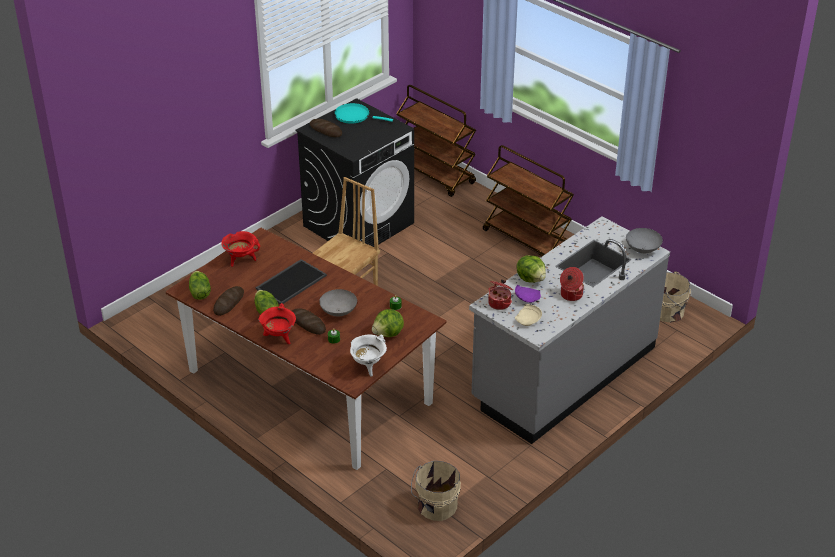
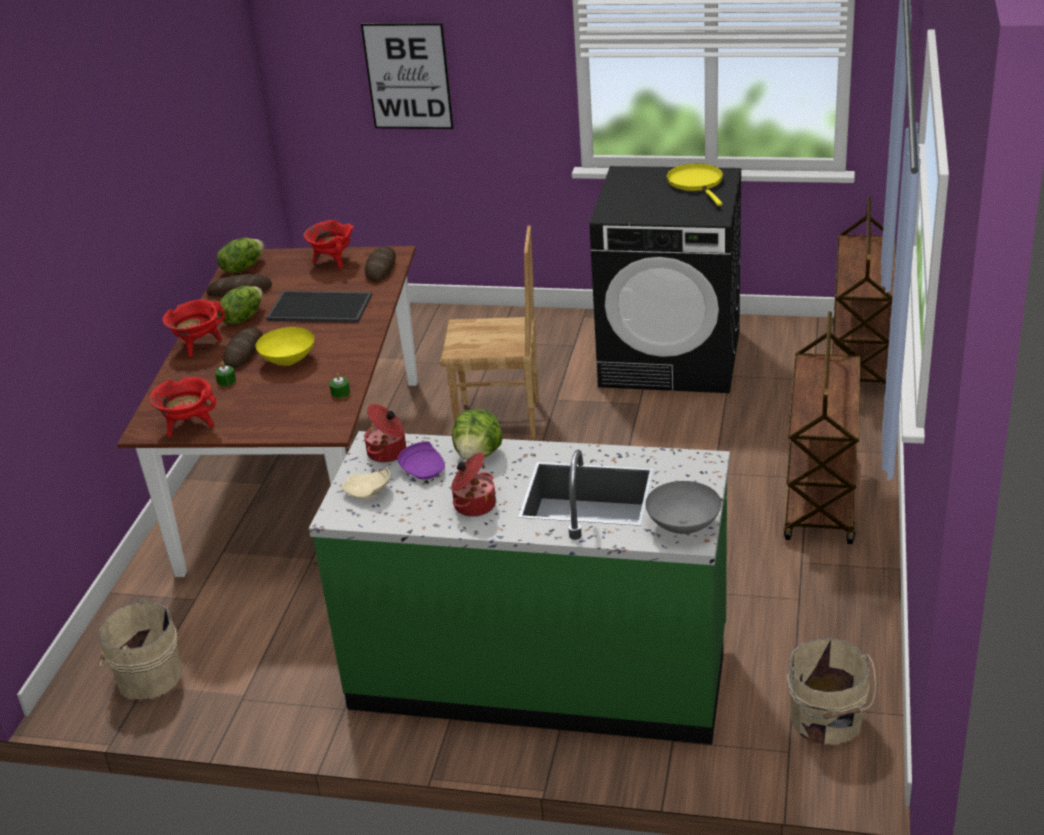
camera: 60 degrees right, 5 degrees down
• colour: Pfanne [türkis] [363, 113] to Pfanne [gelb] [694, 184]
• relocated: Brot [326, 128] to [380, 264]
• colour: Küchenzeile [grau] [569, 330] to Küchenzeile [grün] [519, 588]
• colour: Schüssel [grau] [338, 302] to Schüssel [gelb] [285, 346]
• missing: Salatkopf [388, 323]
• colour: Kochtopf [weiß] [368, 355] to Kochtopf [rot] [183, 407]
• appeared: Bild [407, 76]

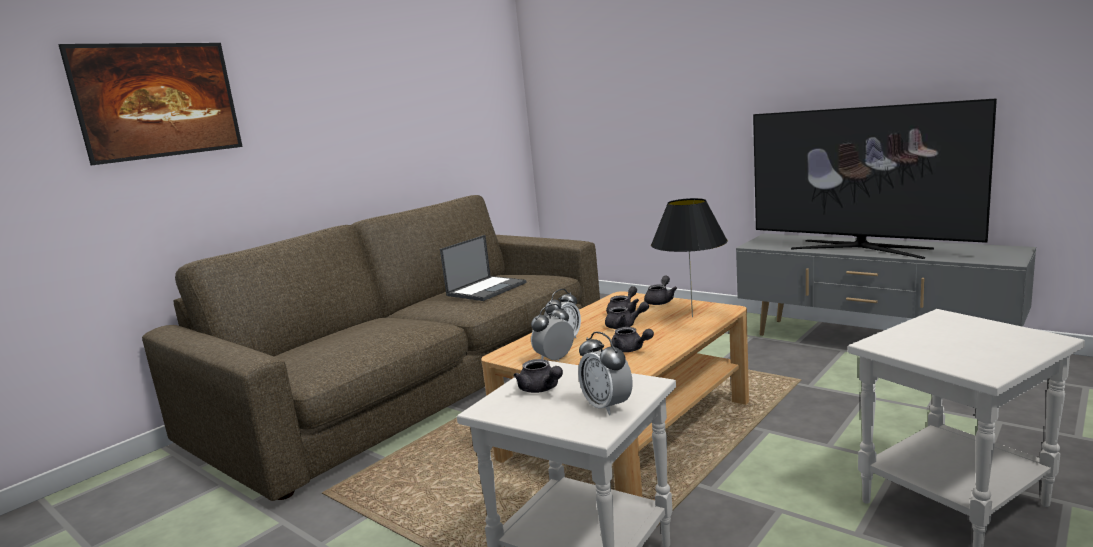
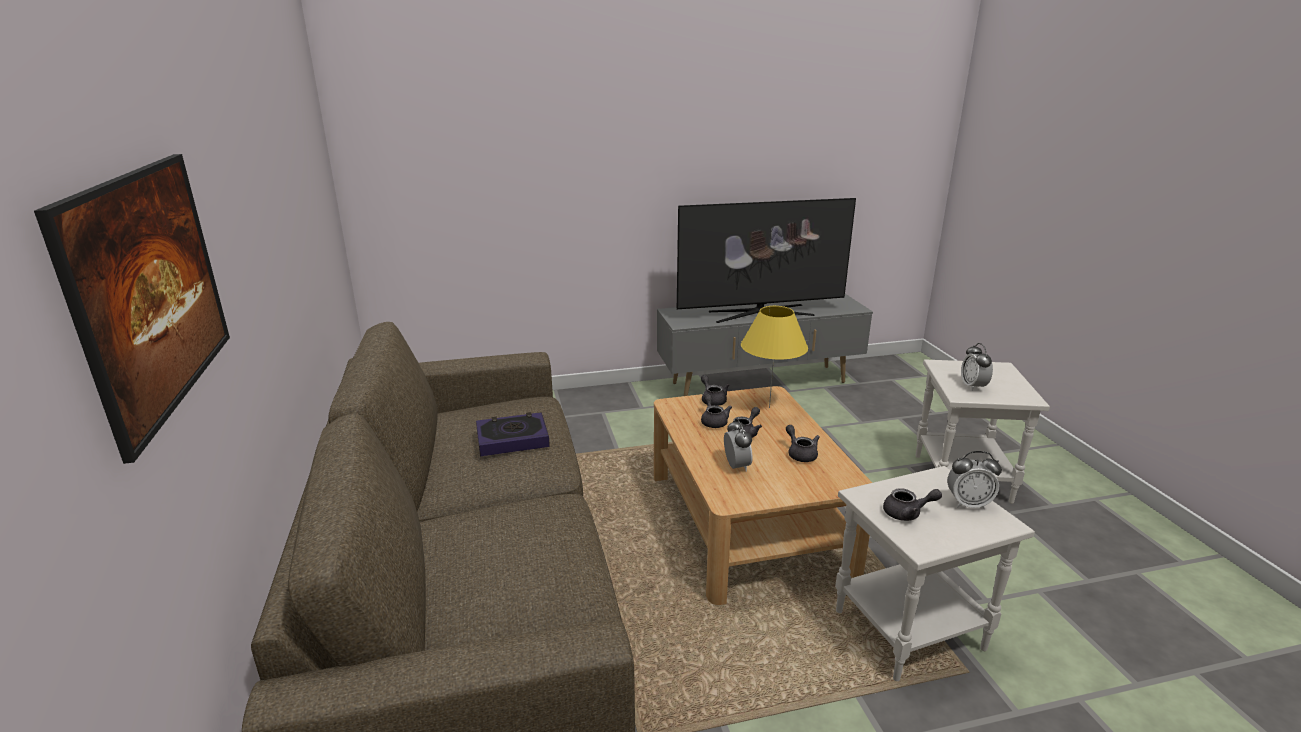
camera: 55 degrees left, 10 degrees up
• colour: Tischlampe [schwarz] [689, 257] to Tischlampe [gelb] [774, 357]
• exchanged: Laptop [483, 268] to Buch [513, 434]
• relocated: Wecker [552, 332] to [977, 367]
• spun: Teekanne [grau] [632, 339] = [802, 443] 105 degrees counterclockwise

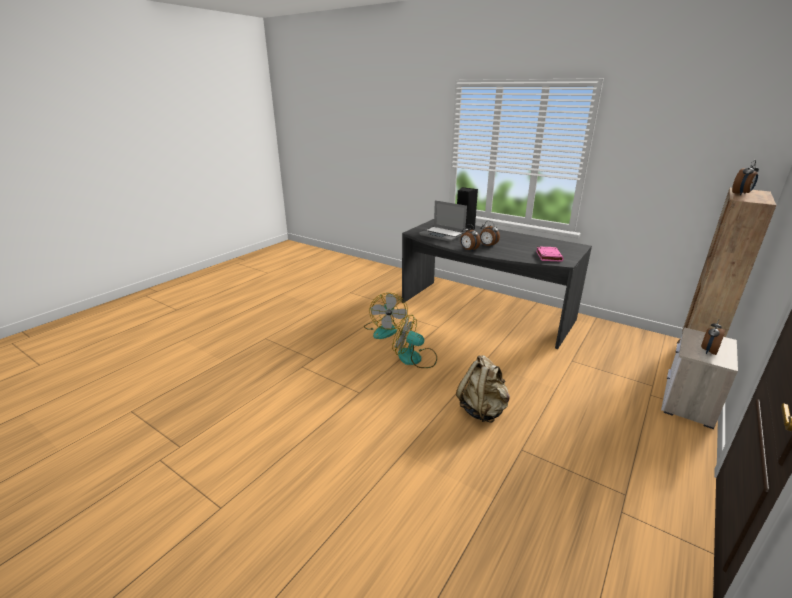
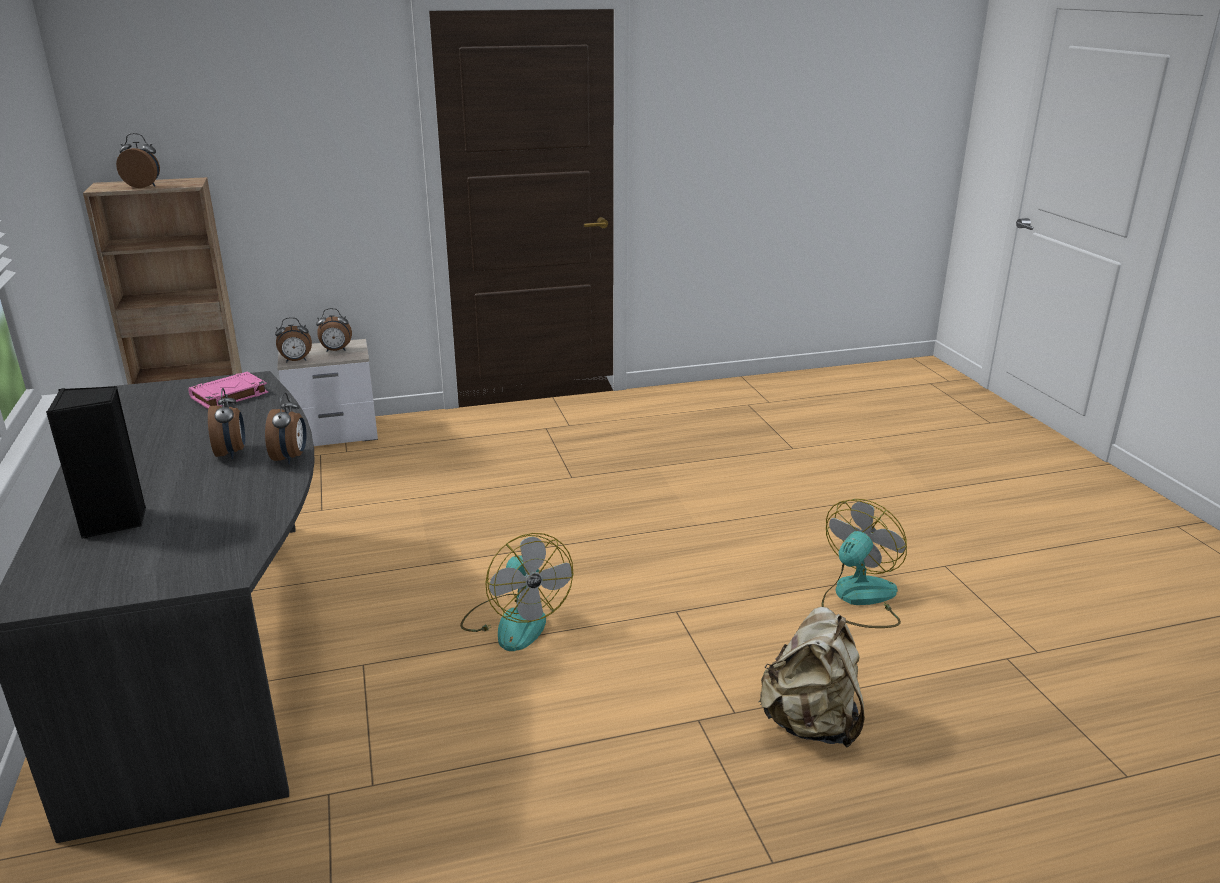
camera: 140 degrees left, 0 degrees up
• missing: Laptop [443, 221]
• relocated: Ventilator [386, 316] to [864, 563]
• relocated: Rucksack [beige] [483, 389] to [812, 677]
• appeared: Wecker [293, 340]

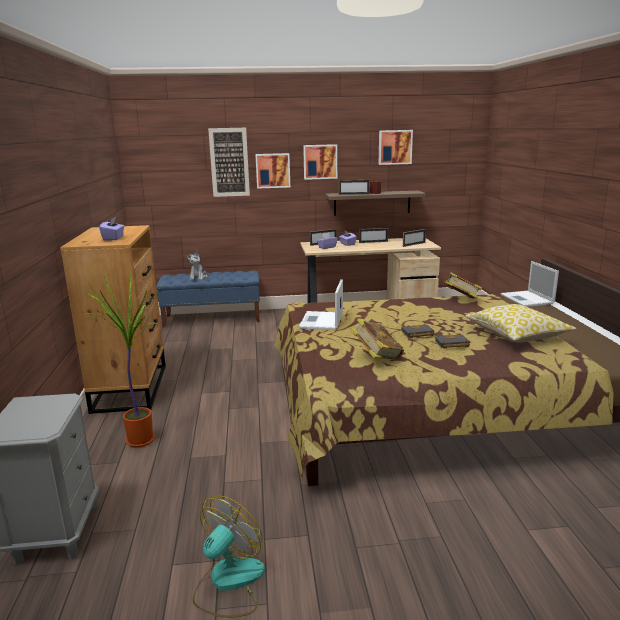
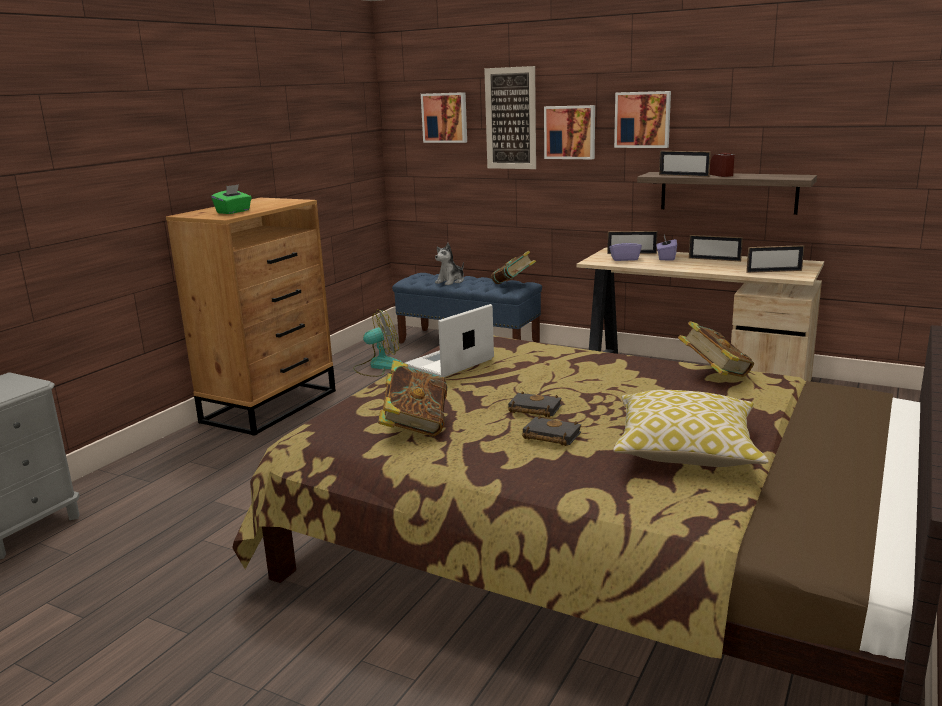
camera: 35 degrees right, 0 degrees up
• relocated: Bild [396, 147] to [444, 117]
• colour: Taschentuchbox [lila] [111, 229] to Taschentuchbox [grün] [231, 199]
• missing: Laptop [529, 284]
• missing: Topfpflanze [123, 361]
• relocated: Ventilator [229, 557] to [378, 343]
• appeared: Buch [513, 267]

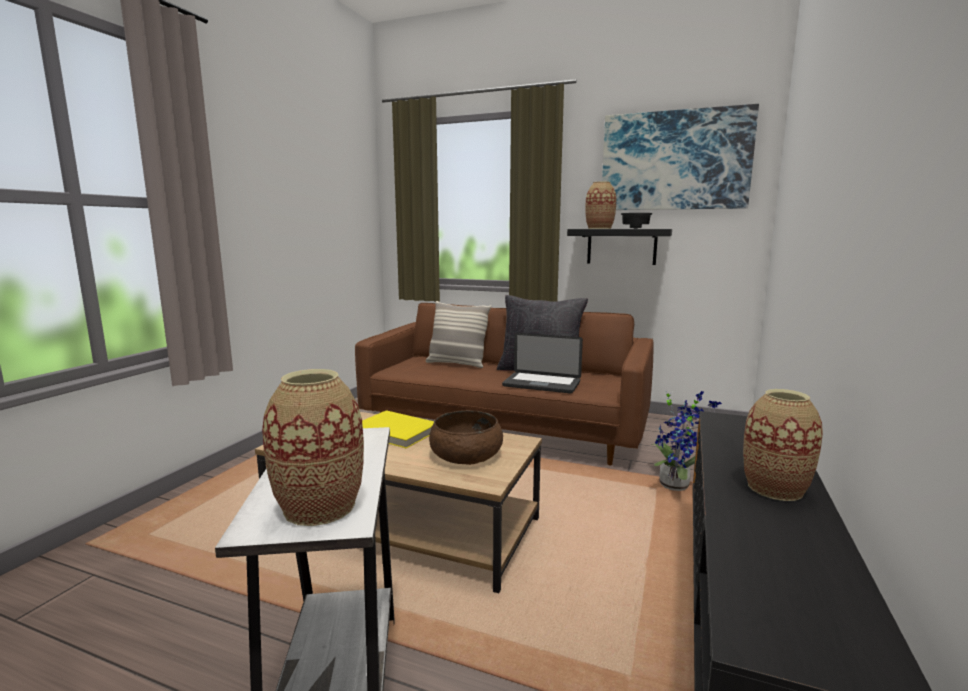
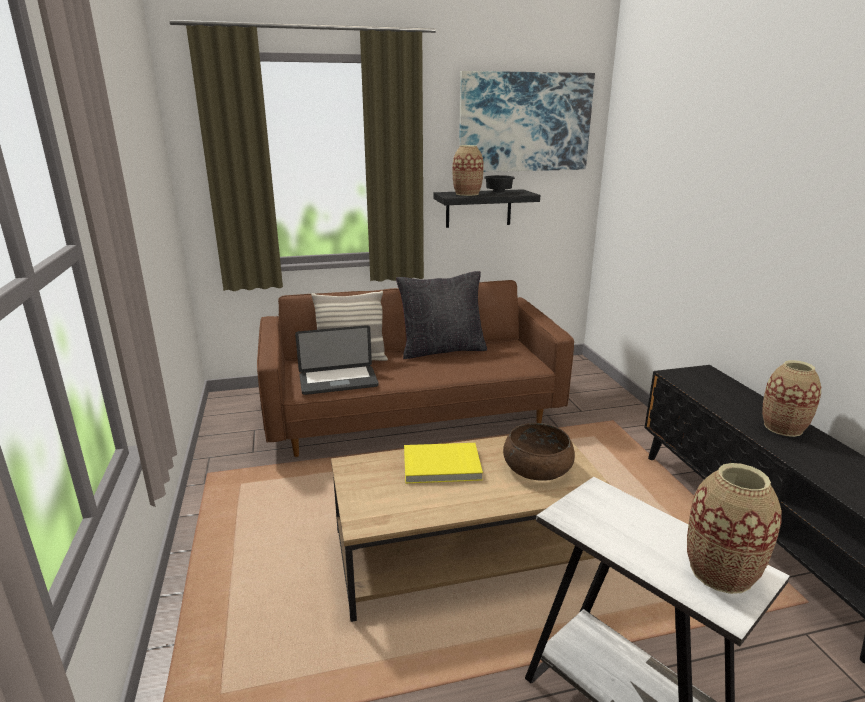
camera: 35 degrees left, 10 degrees up
• relocated: Laptop [542, 363] to [337, 360]
• missing: Topfpflanze [686, 441]

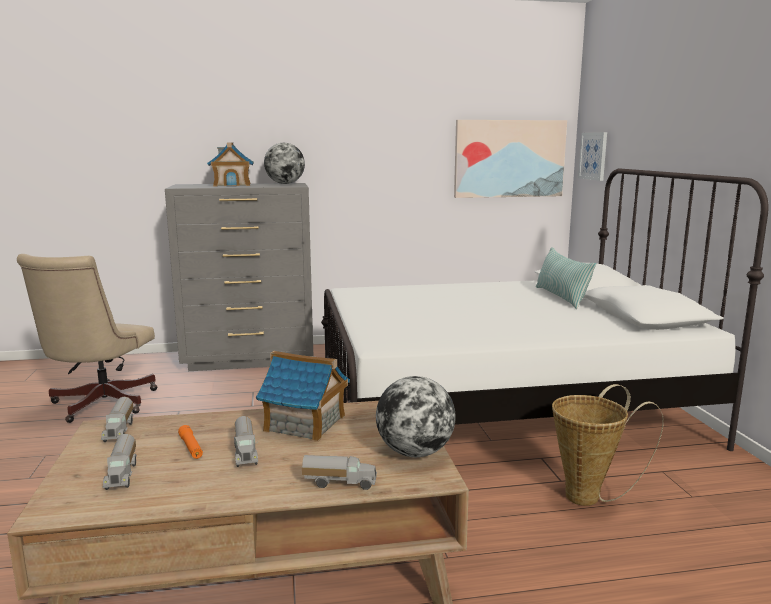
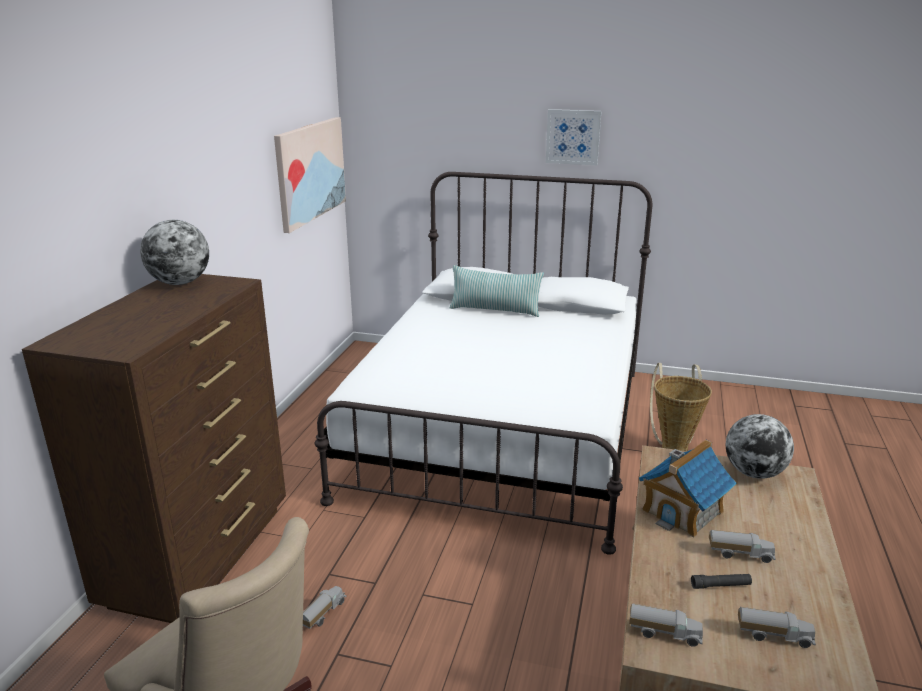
camera: 65 degrees left, 10 degrees up
• relocated: Bild [592, 156] to [573, 137]
• missing: Spielzeughaus [230, 164]
• colour: Kommode [grau] [239, 277] to Kommode [braun] [154, 448]
• colour: Taschenlampe [orange] [190, 442] to Taschenlampe [schwarz] [721, 581]
• relocated: Spielzeuglaster [339, 472] to [325, 607]

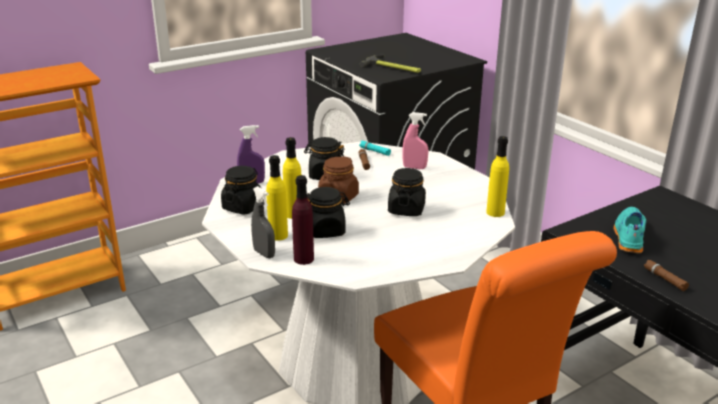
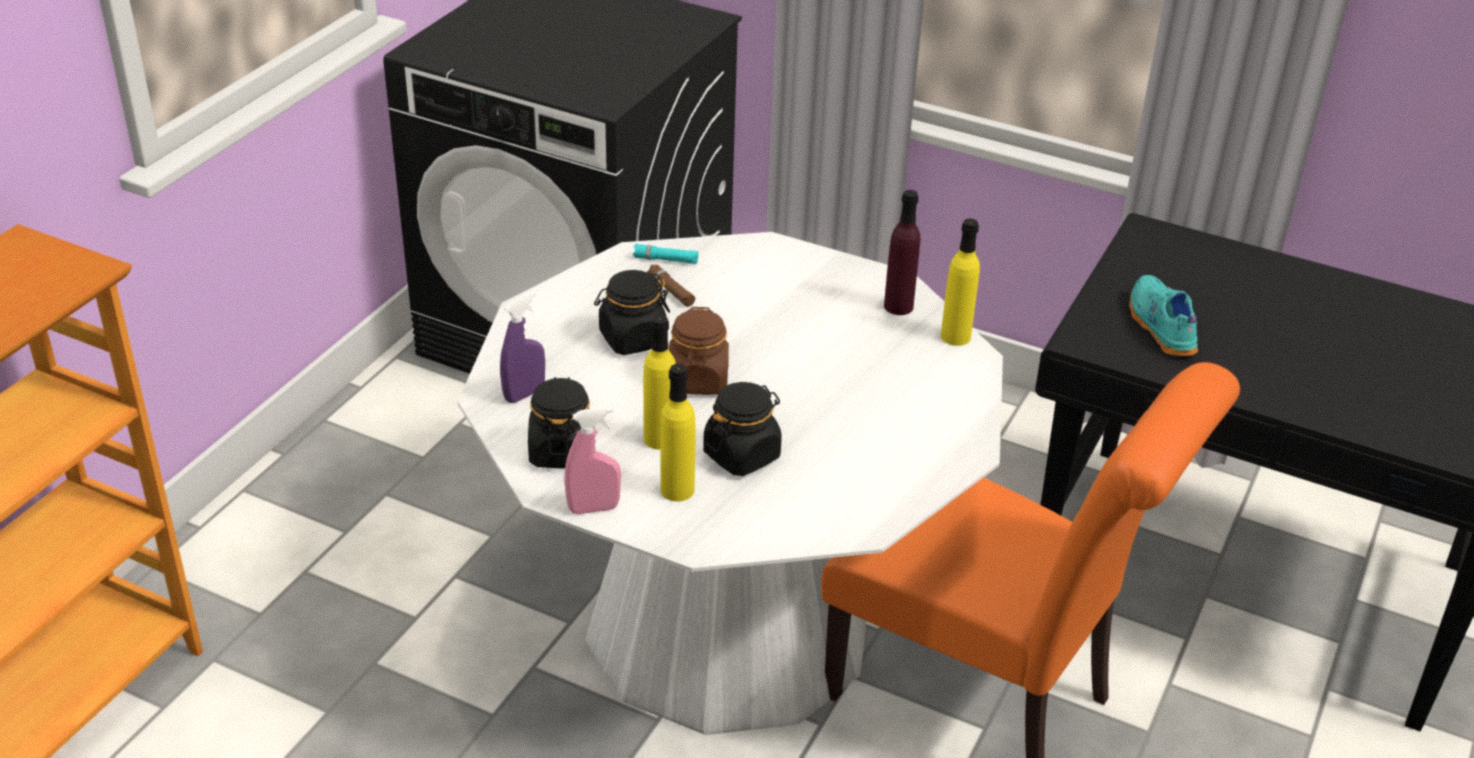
camera: 30 degrees left, 10 degrees up
• missing: Hammer [390, 64]
• relocated: Sprühflasche [rosa] [415, 140] to [592, 460]
• missing: Vorratsglas [schwarz] [407, 192]
• relocated: Flasche [lila] [303, 220] to [902, 252]
• missing: Sprühflasche [grau] [263, 222]
• missing: Taschenlampe [braun] [666, 275]

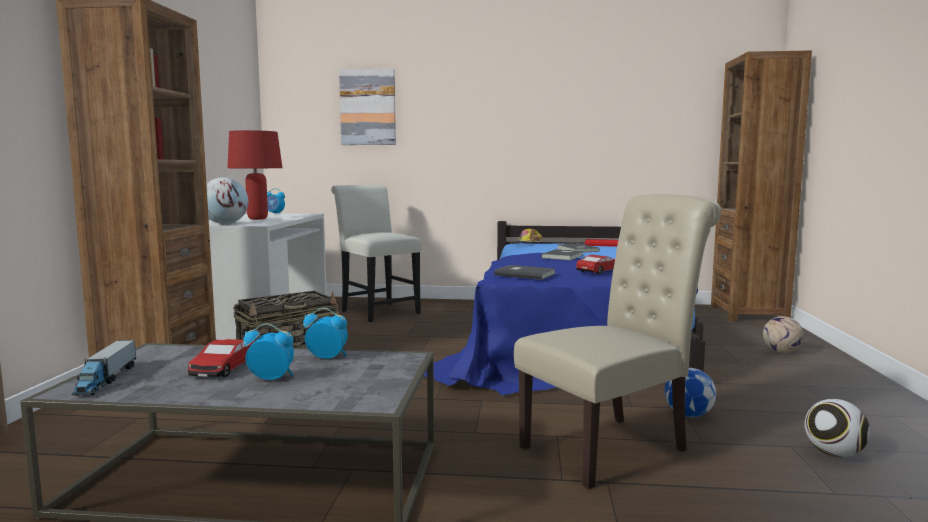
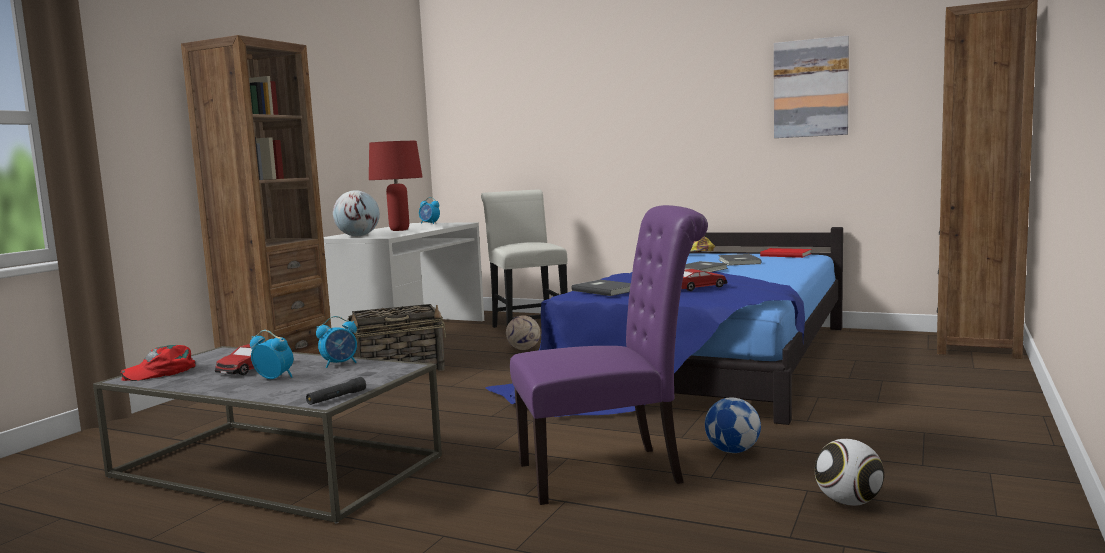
camera: 20 degrees right, 0 degrees up
• relocated: Bild [367, 107] to [811, 87]
• colour: Stuhl [beige] [617, 341] to Stuhl [lila] [609, 355]
• spun: Wecker [325, 333] = [336, 342] 120 degrees clockwise
• relocated: Fußball [783, 334] to [523, 332]
• exchanged: Spielzeuglaster [104, 368] to Kappe [rot] [158, 363]
• appeared: Taschenlampe [schwarz] [336, 391]

